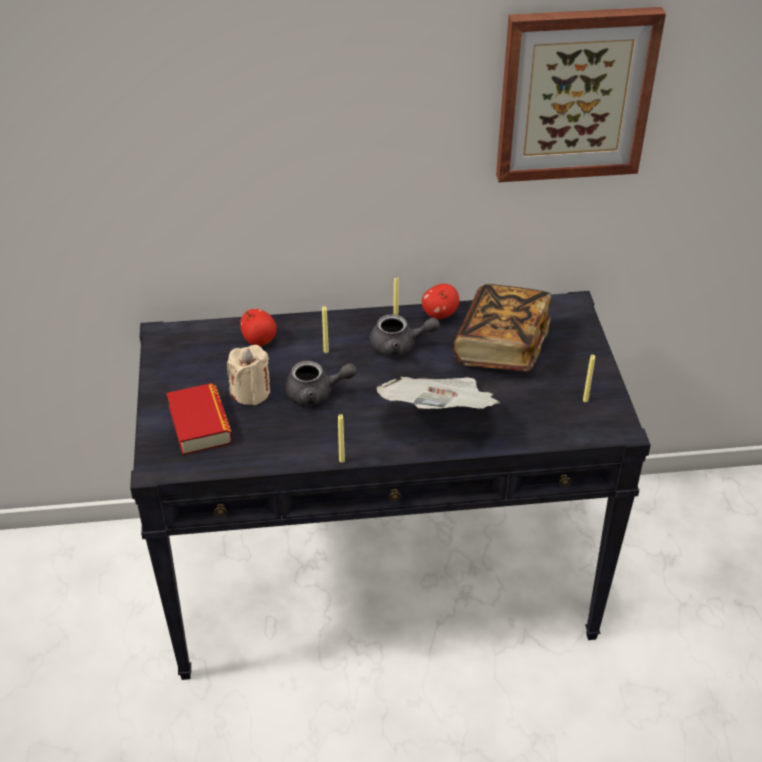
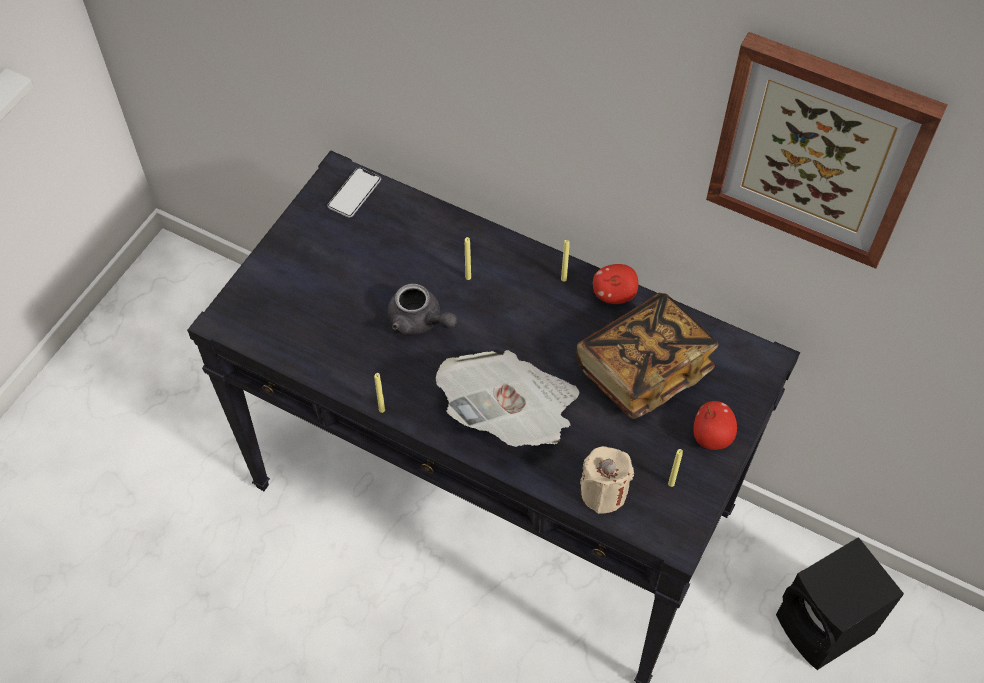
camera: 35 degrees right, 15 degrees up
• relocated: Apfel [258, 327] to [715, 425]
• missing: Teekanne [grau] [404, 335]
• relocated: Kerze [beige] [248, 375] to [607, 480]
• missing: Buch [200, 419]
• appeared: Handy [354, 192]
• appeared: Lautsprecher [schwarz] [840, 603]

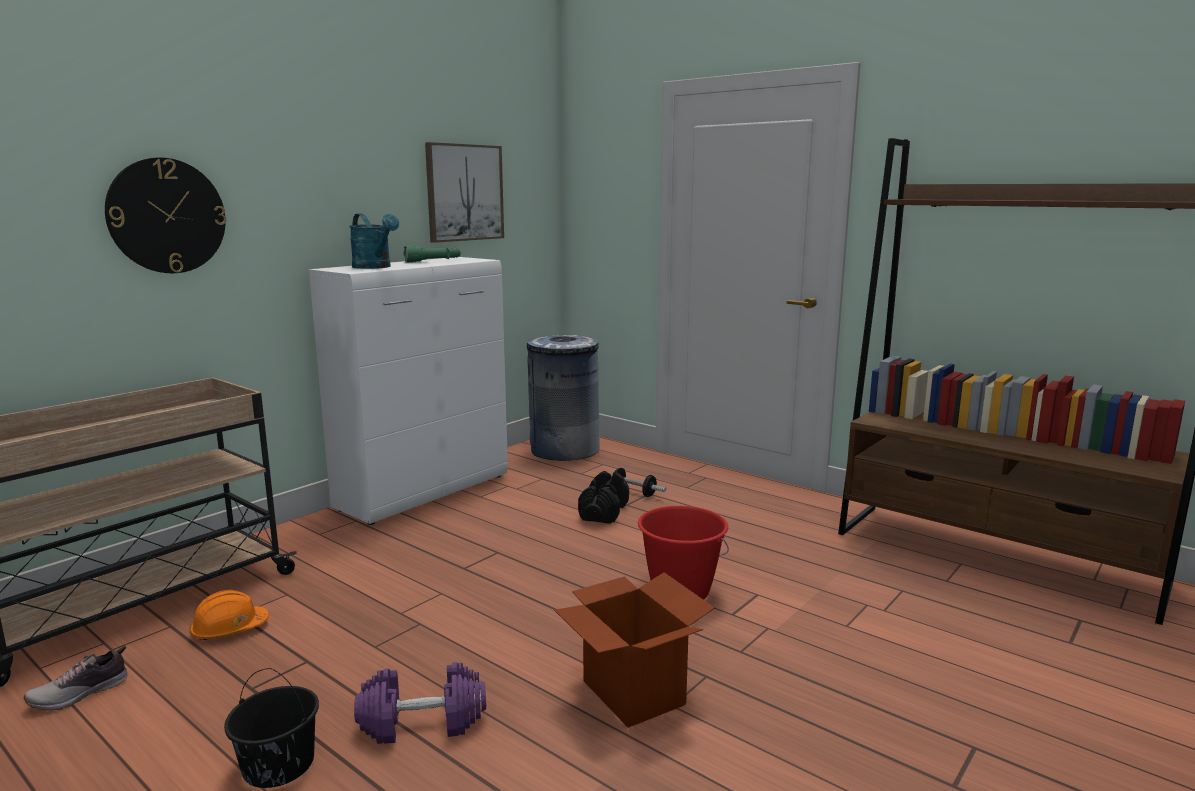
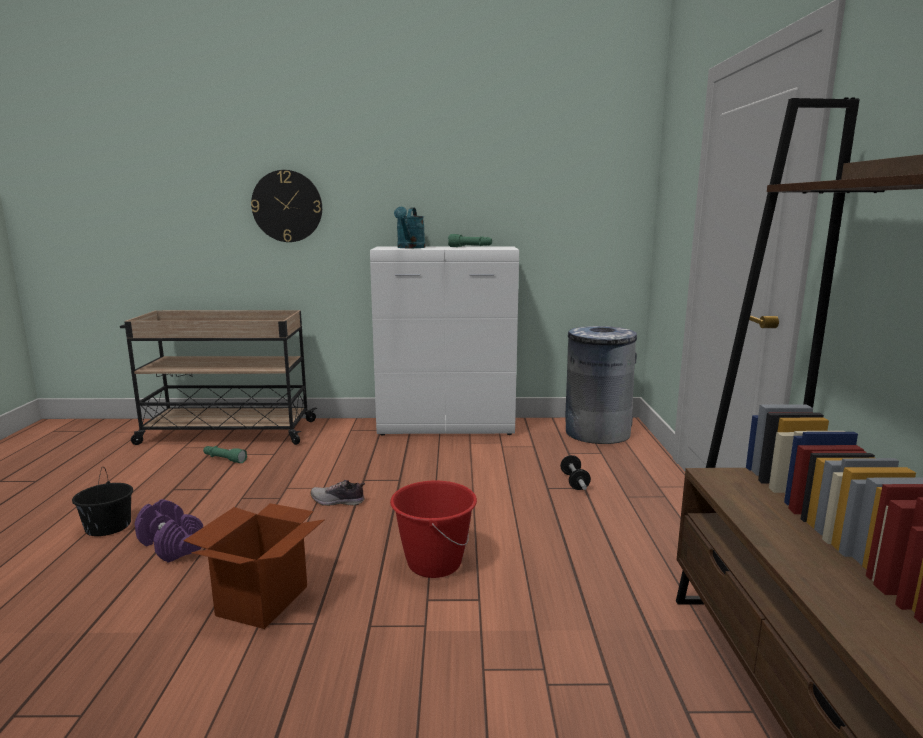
camera: 50 degrees right, 0 degrees up
• missing: Bild [464, 192]
• missing: Hantel [schwarz] [603, 497]
• exchanged: Schutzhelm [orange] [229, 615] to Taschenlampe [grün] [225, 454]
• relocated: Schuh [76, 678] to [337, 493]

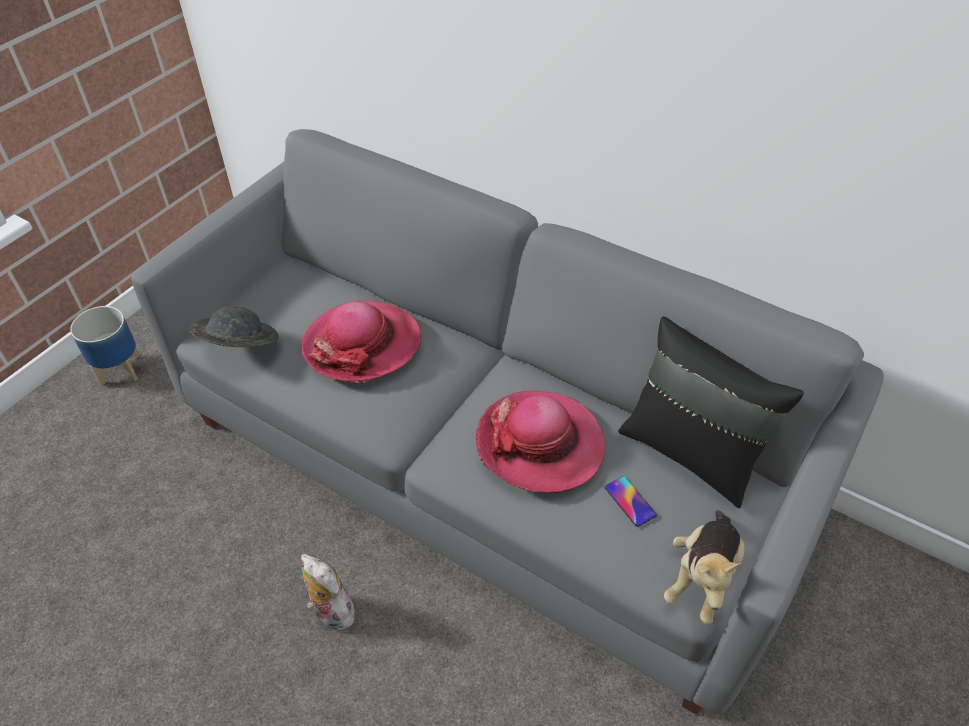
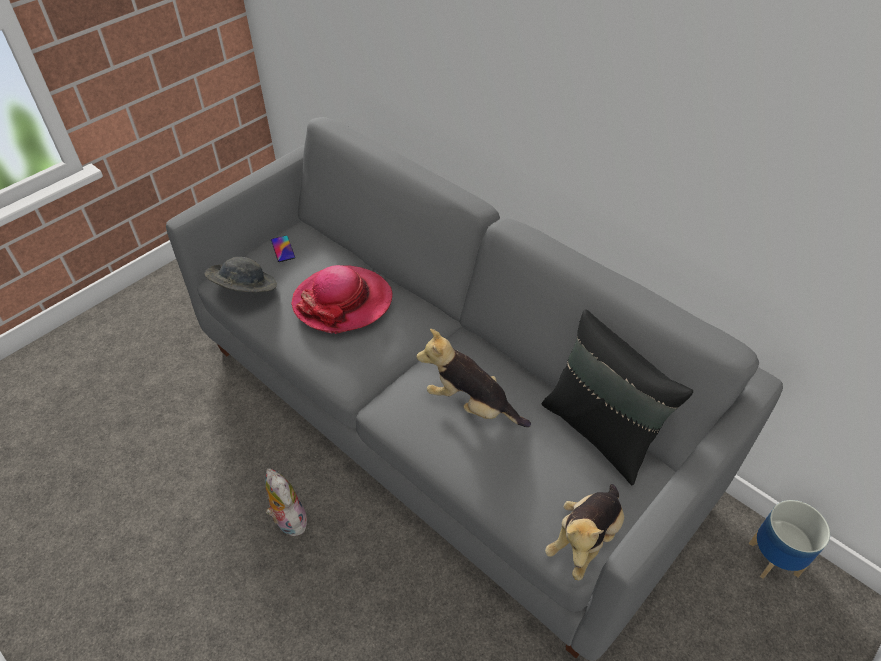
camera: 10 degrees right, 0 degrees up
• relocated: Pflanzkübel [105, 346] to [789, 539]
• exchanged: Hut [541, 442] to Plüschtier [473, 378]
• relocated: Handy [630, 501] to [283, 248]

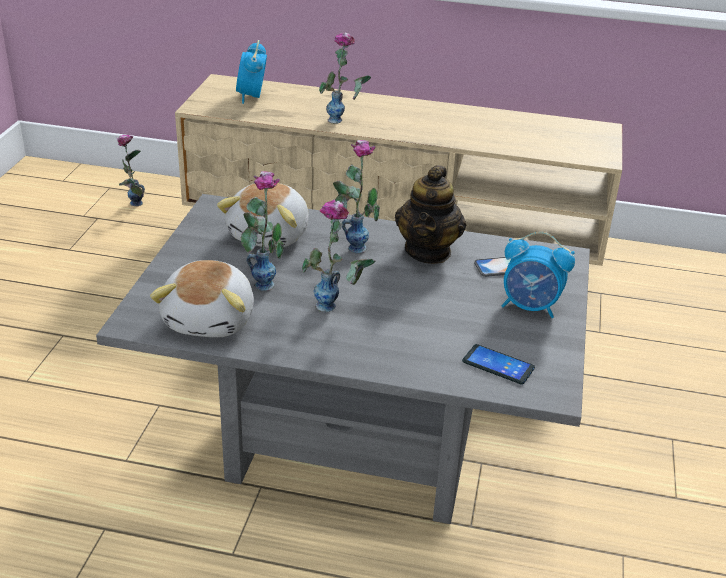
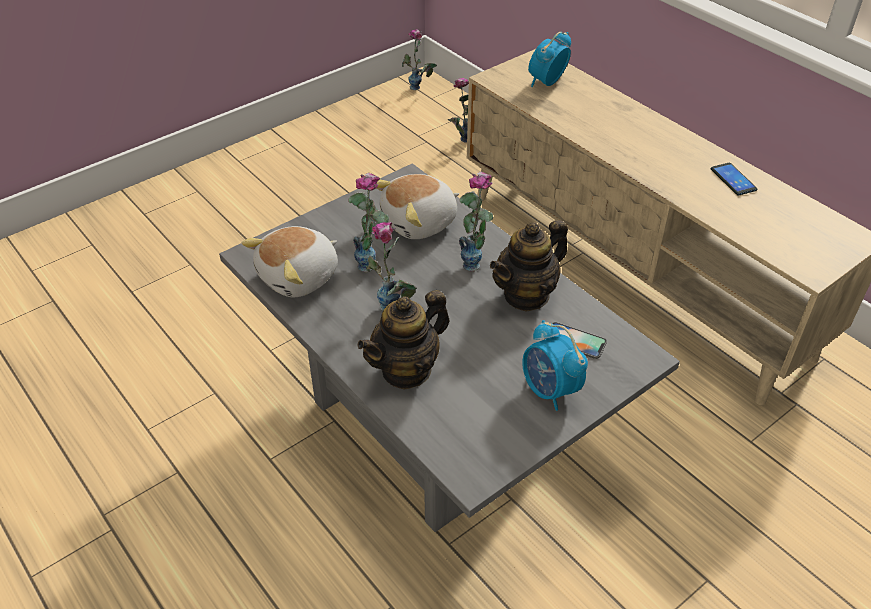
camera: 40 degrees right, 10 degrees up
• relocated: Vase [345, 78] to [419, 59]
• relocated: Handy [498, 364] to [734, 179]
• appeared: Teekanne [403, 340]

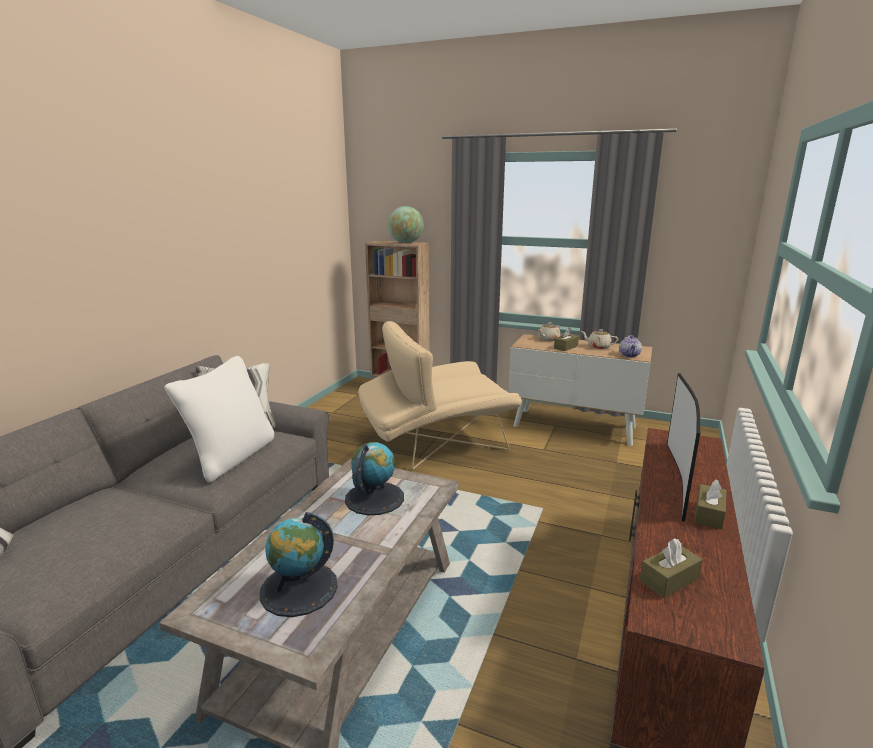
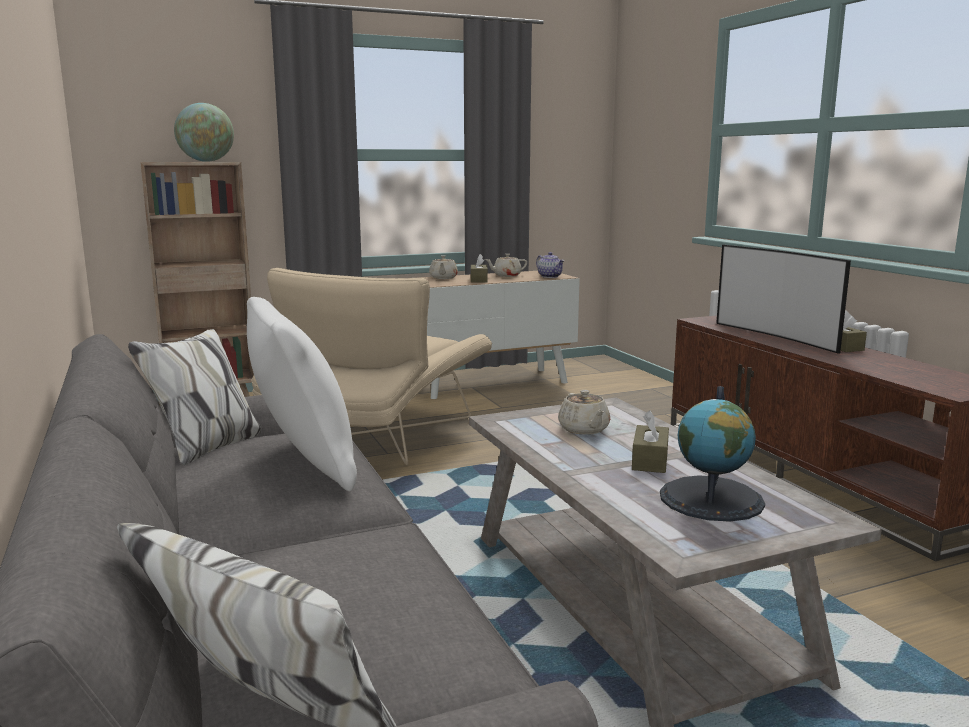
camera: 45 degrees left, 5 degrees down
• exchanged: Globus [374, 478] to Teekanne [beige] [584, 412]
• relocated: Taschentuchbox [braun] [671, 568] to [650, 441]

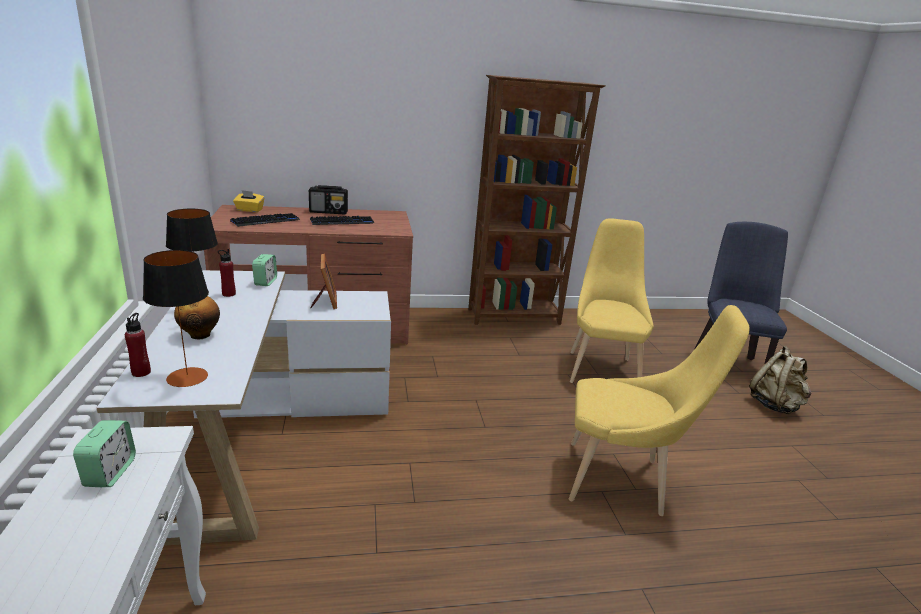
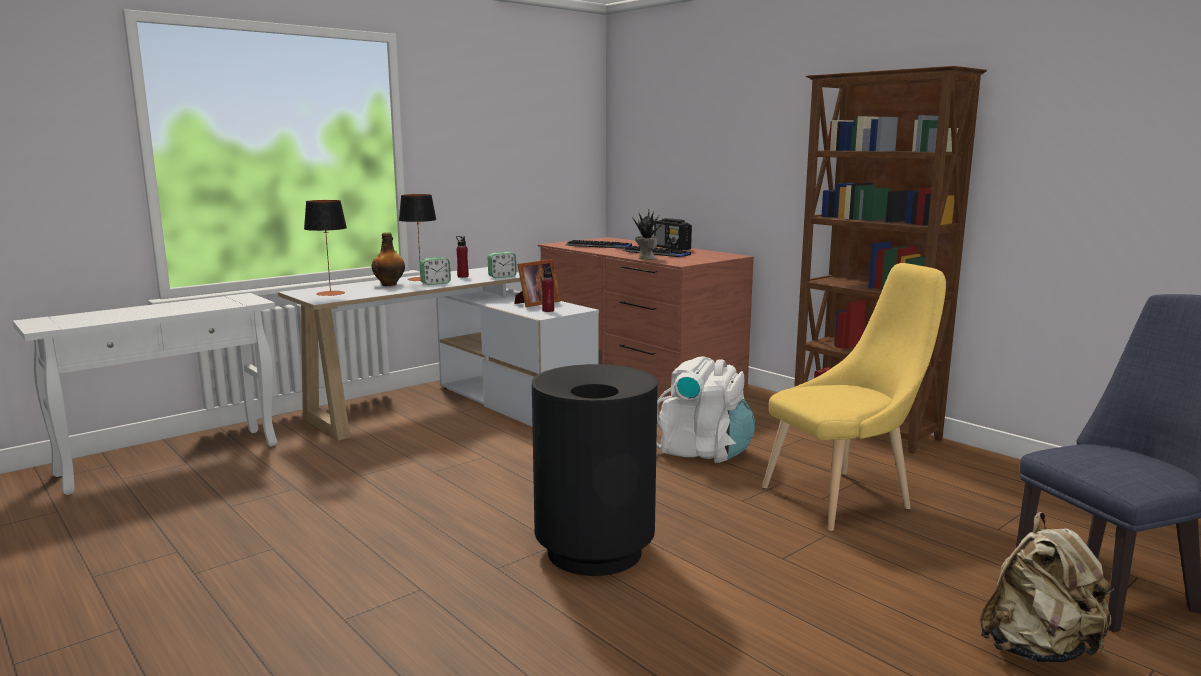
camera: 60 degrees right, 10 degrees down
• missing: Taschentuchbox [gelb] [248, 201]
• exchanged: Stuhl [gelb] [659, 410] to Mülleimer [schwarz] [595, 470]
• relocated: Flasche [rot] [138, 345] to [548, 289]
• relocated: Wecker [104, 453] to [435, 271]
• appeared: Topfpflanze [649, 234]
• appeared: Rucksack [weiß] [705, 409]

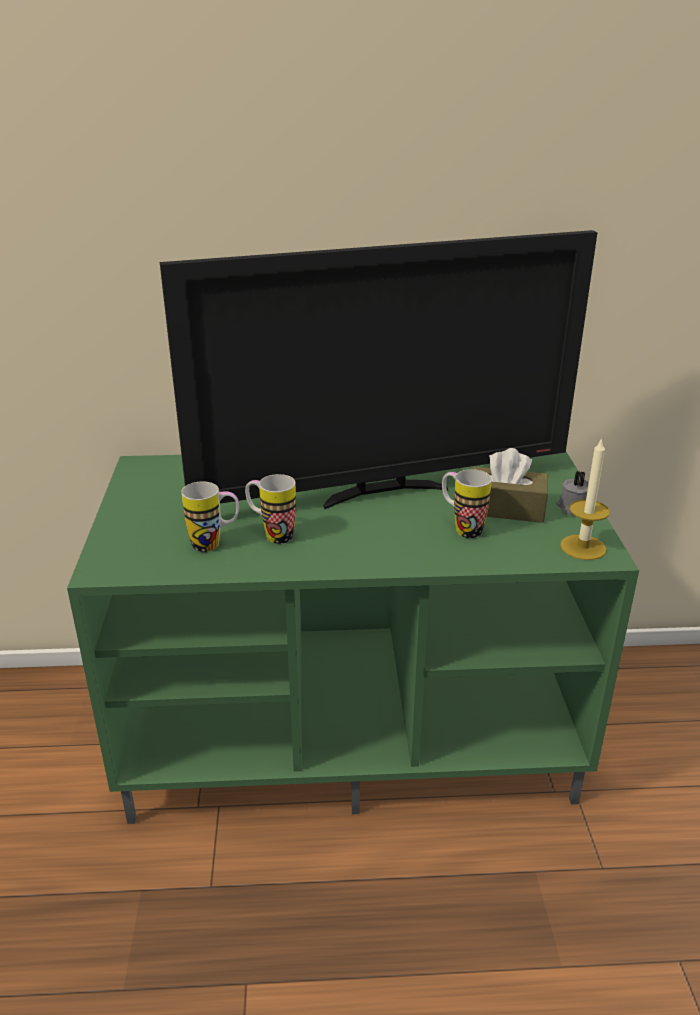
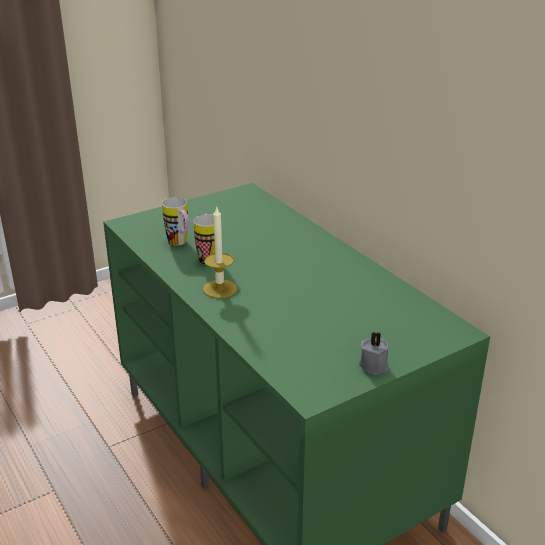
camera: 60 degrees right, 0 degrees up
• missing: Fernseher [379, 369]
• relocated: Kerze [585, 498] to [220, 252]
• missing: Taschentuchbox [braun] [509, 485]
• missing: Henkelbecher [467, 503]

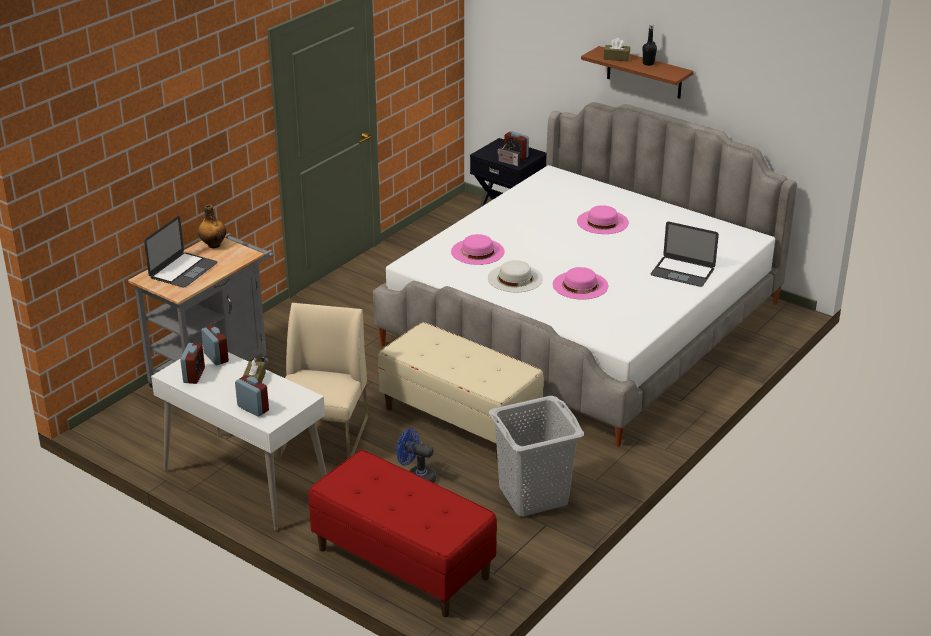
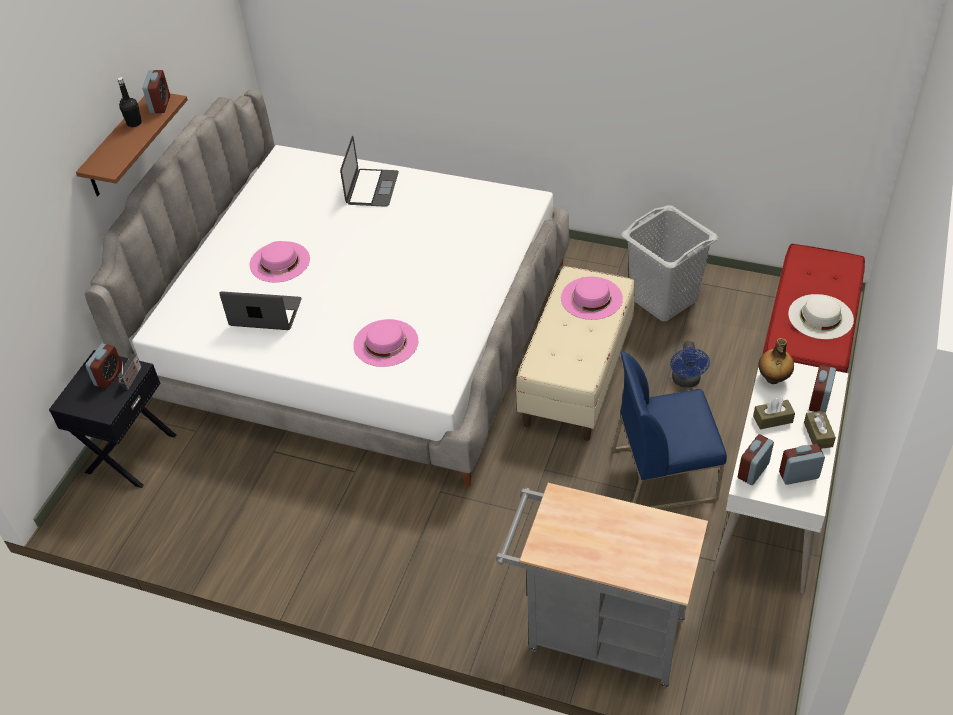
camera: 105 degrees left, 15 degrees up
• relocated: Taschentuchbox [braun] [617, 50] to [820, 430]
• relocated: Flasche [212, 226] to [776, 361]
• relocated: Laptop [181, 251] to [260, 310]
• relocated: Hut [weiß] [515, 276] to [821, 316]
• relocated: Hut [rosa] [580, 283] to [592, 298]
• colour: Stuhl [beige] [323, 381] to Stuhl [blau] [669, 430]
• appeared: Wecker [156, 92]

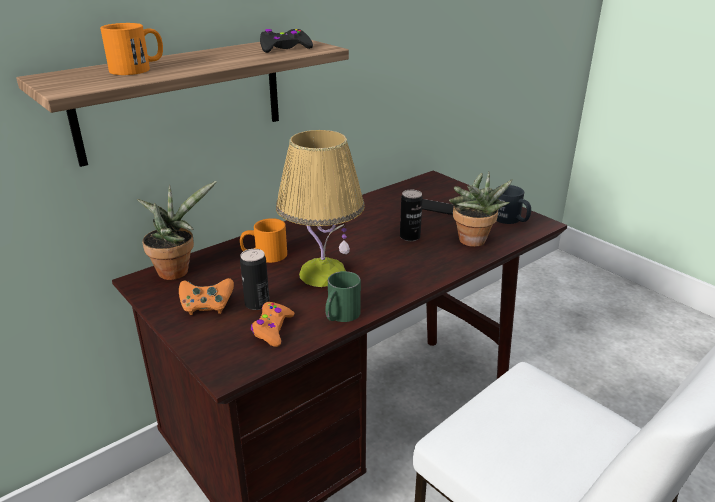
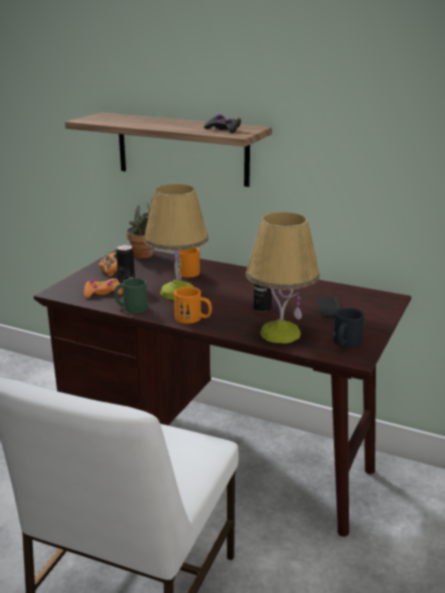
camera: 65 degrees right, 5 degrees down
• relocated: Henkelbecher [orange] [131, 49] to [193, 305]
• exchanged: Topfpflanze [481, 209] to Tischlampe [283, 278]

